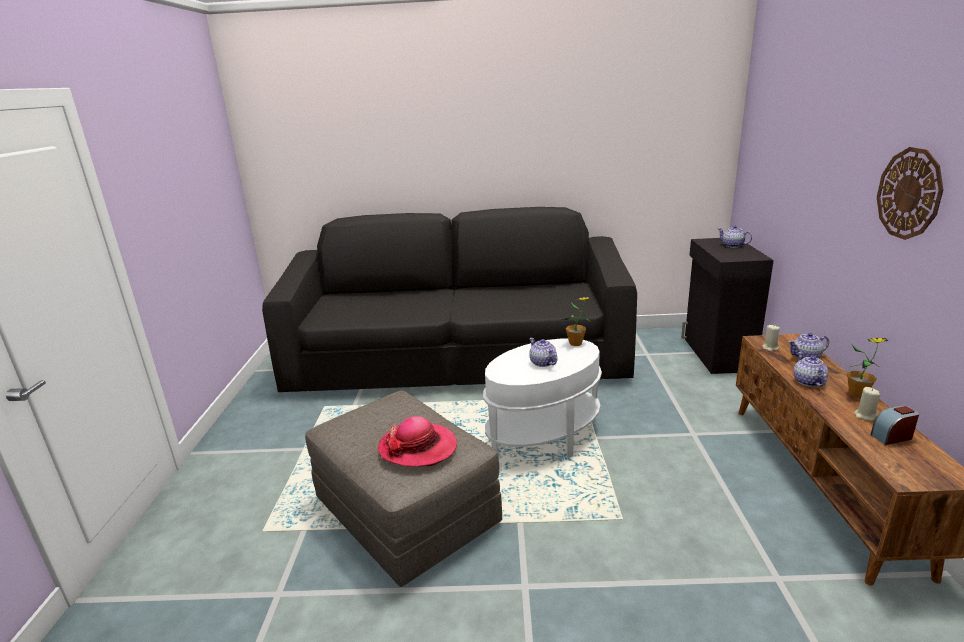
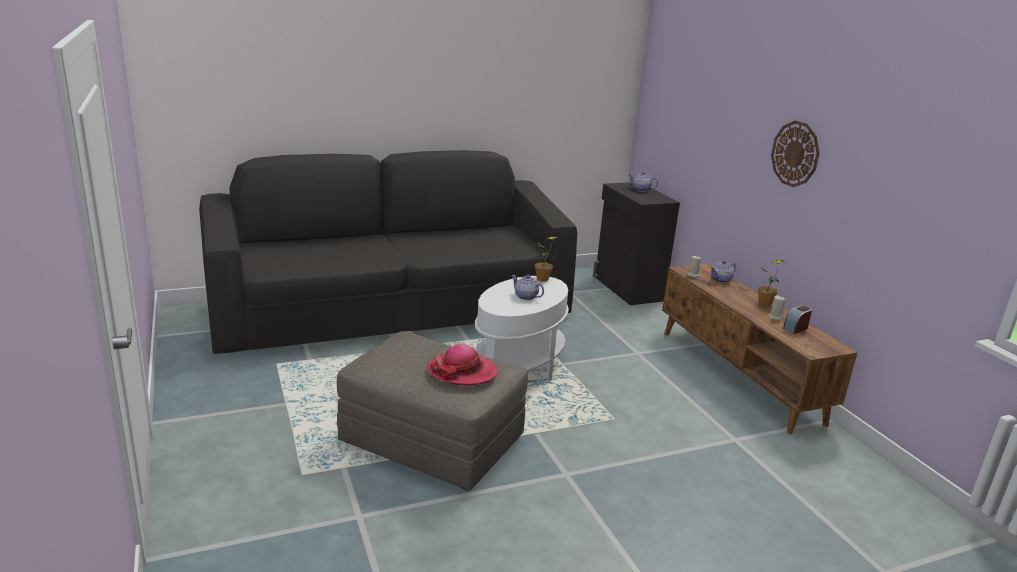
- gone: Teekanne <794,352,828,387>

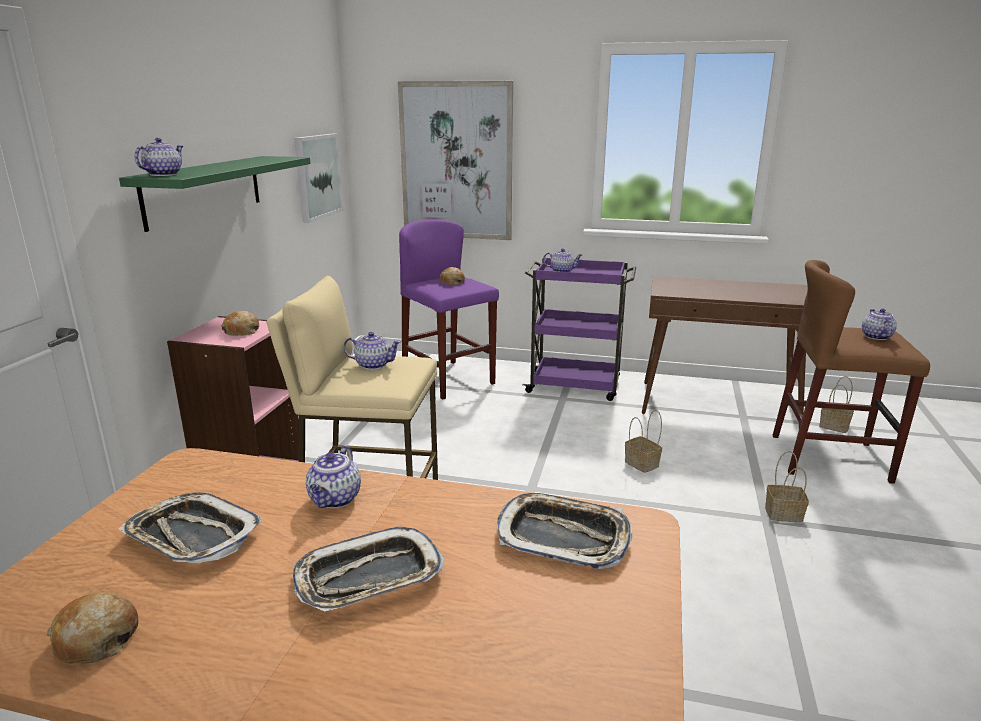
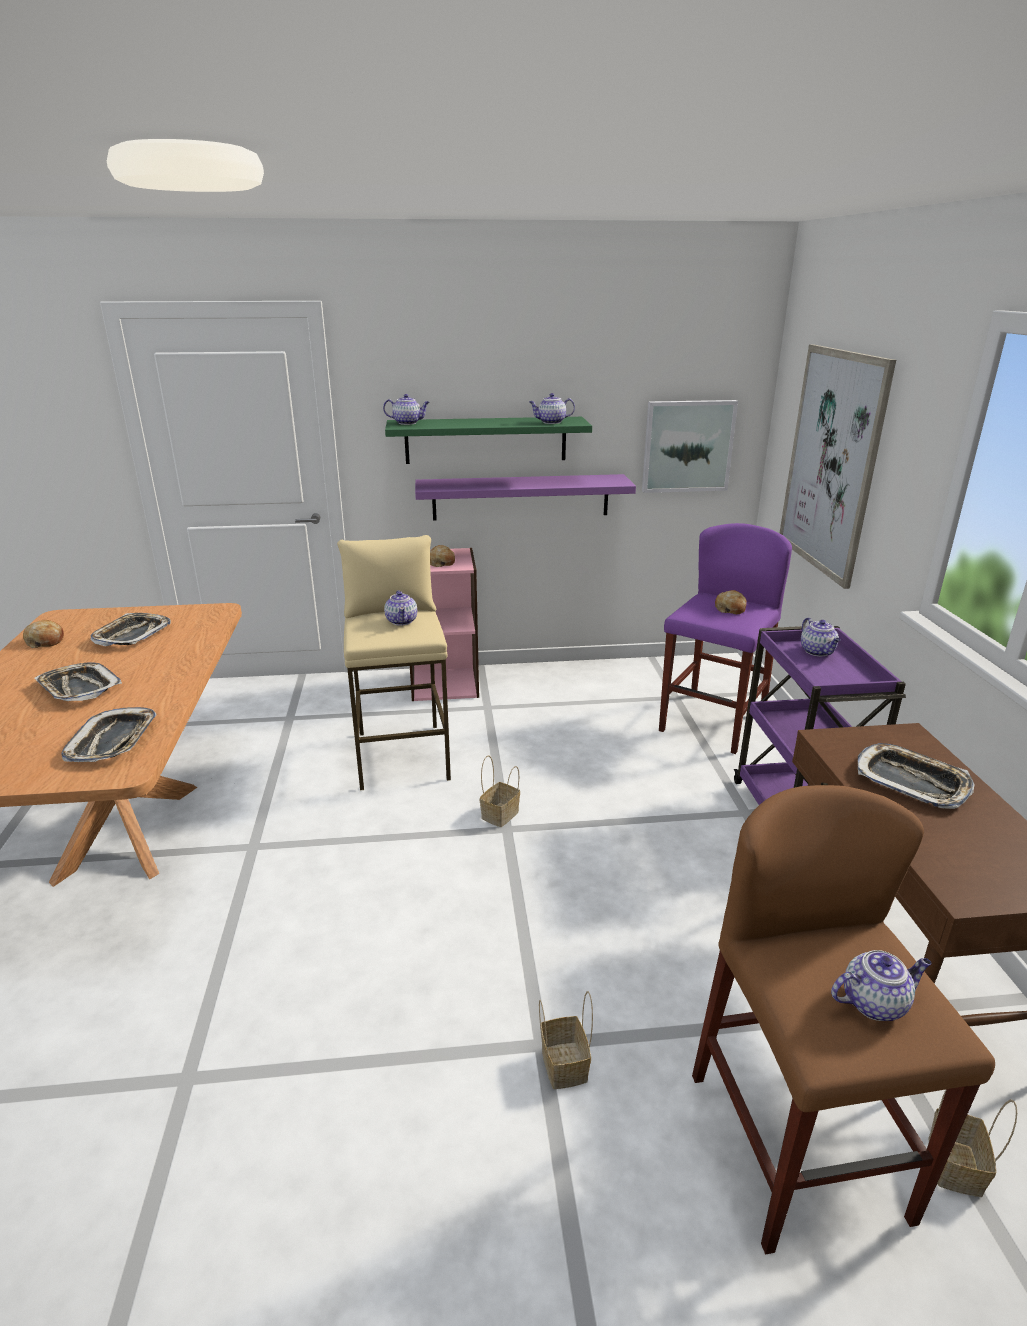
- shifted: Korb <625,410,662,473> to <480,755,520,827>
- shifted: Teekanne <306,445,361,508> to <529,393,575,424>
- new: Wandregal [lila] <415,474,636,520>
- new: Tablett <858,743,975,809>

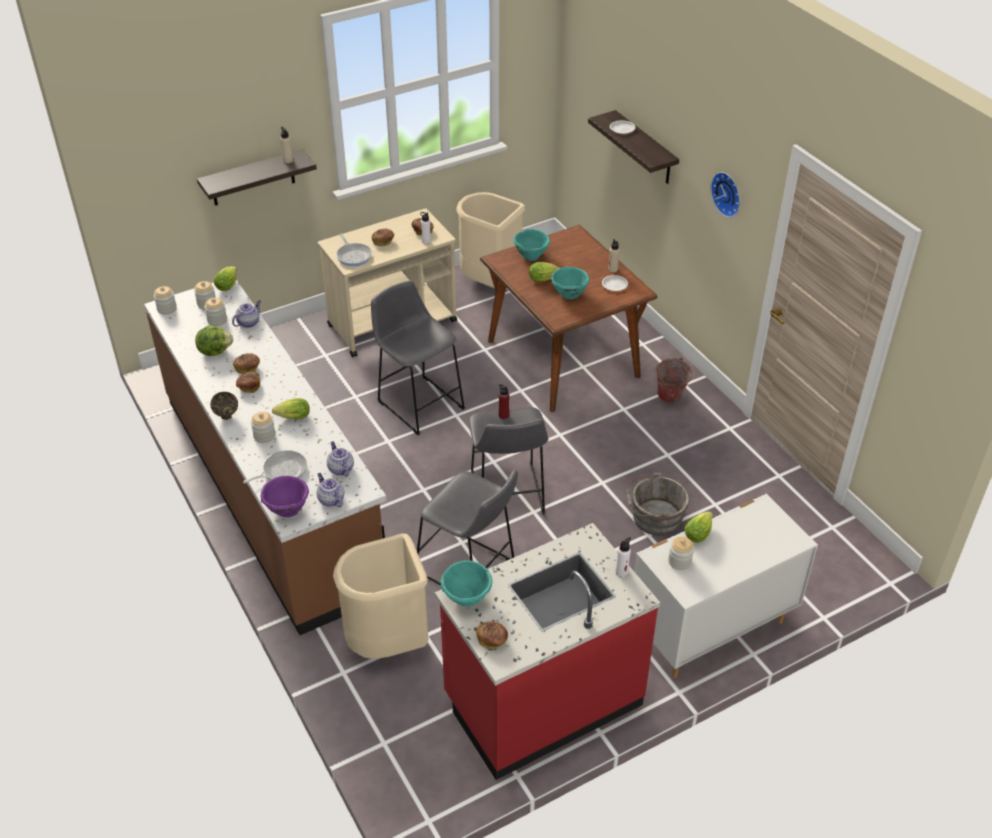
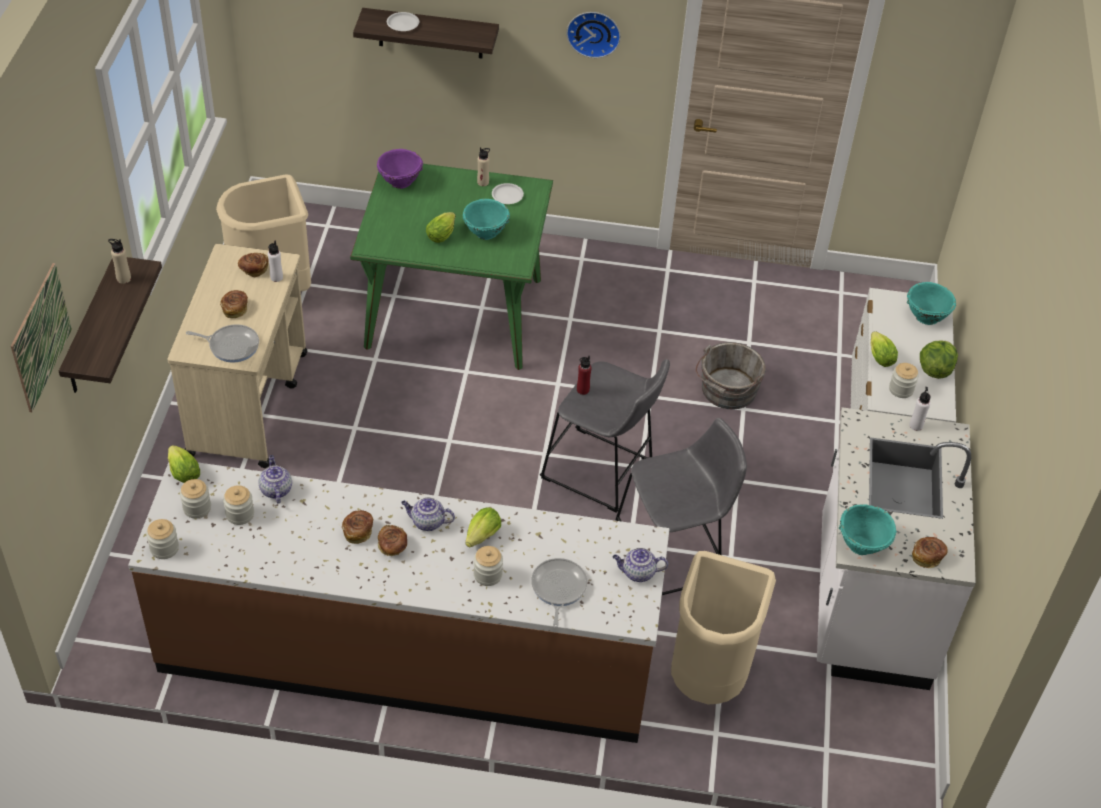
- repainted: Esstisch [braun] <480,225,658,412> to Esstisch [grün] <350,164,553,370>
- shifted: Schüssel [türkis] <513,229,550,261> to <907,282,956,325>
- gone: Hocker [grau] <371,280,465,435>
- shifted: Salatkopf <195,325,233,356> to <920,340,958,379>
- gone: Eimer <654,358,692,403>
- gone: Schüssel [braun] <210,392,238,420>
- shifted: Teekanne <327,442,354,477> to <401,497,455,531>
- shifted: Schüssel [lila] <260,476,309,517> to <377,149,423,189>
- repainted: Küchenzeile [rot] <435,523,660,780> to Küchenzeile [weiß] <817,407,976,690>
- new: Bild <11,263,72,412>

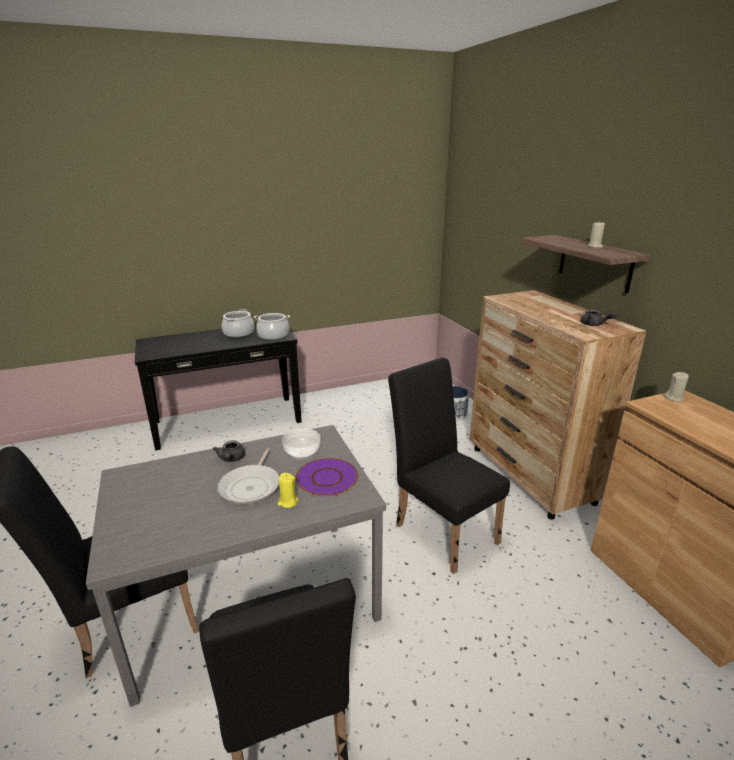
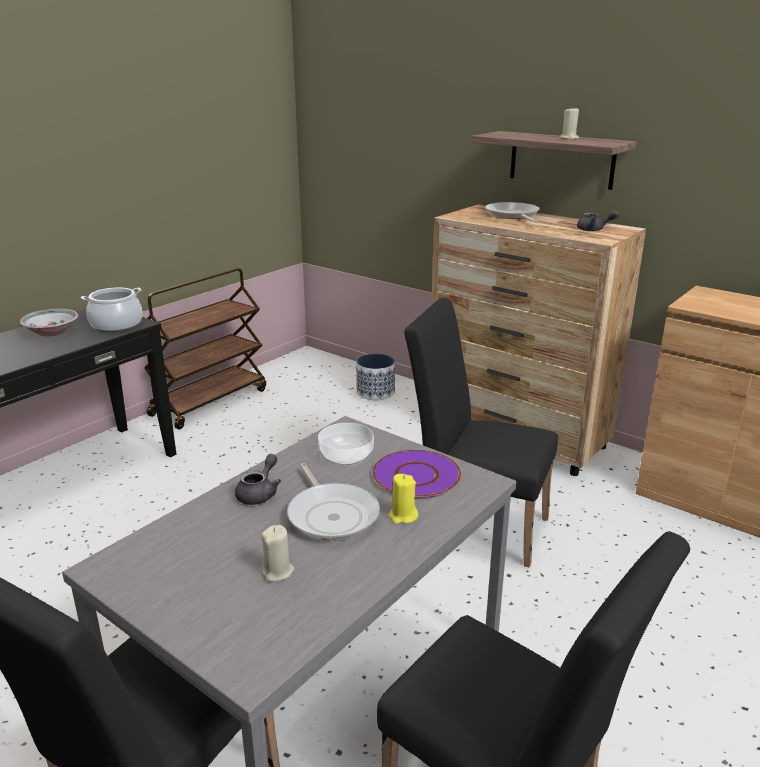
- swapped: Kochtopf <222,309,254,338> to Schüssel <20,309,78,337>
- shifted: Kerze [beige] <664,372,689,402> to <261,525,294,581>
- rotated: Teekanne [grau] <213,440,245,462> = <235,454,281,505> 120 degrees counterclockwise
- new: Pfanne <485,202,540,223>
- new: Rollwagen [braun] <144,268,266,430>

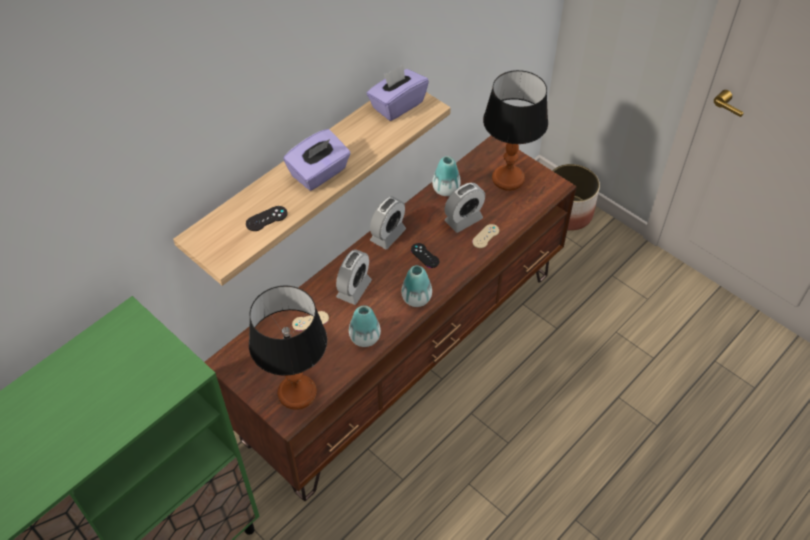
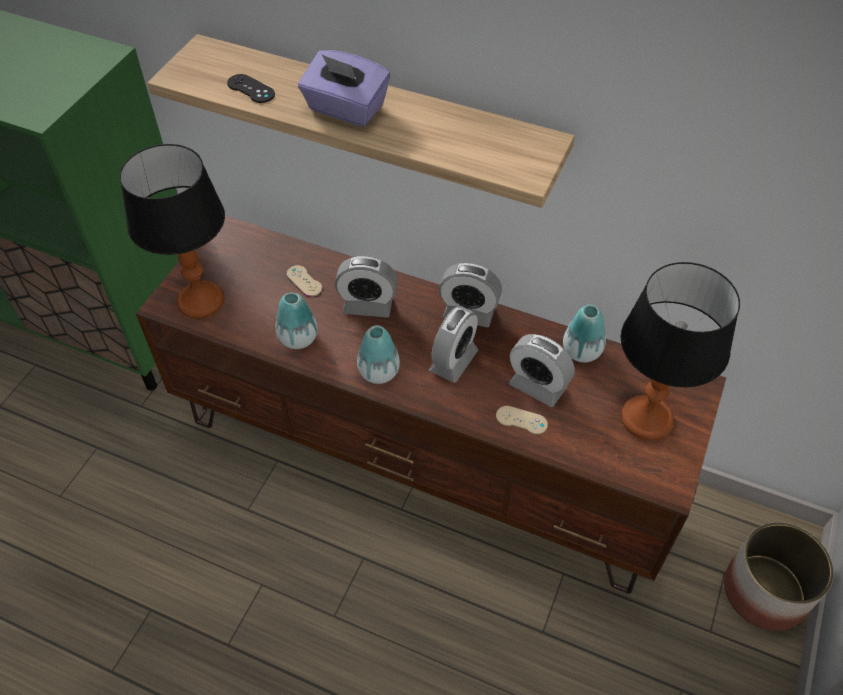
- gone: Taschentuchbox [lila] <367,65,429,121>
- swapped: Gamepad [schwarz] <411,243,439,268> to Wecker <429,306,478,383>

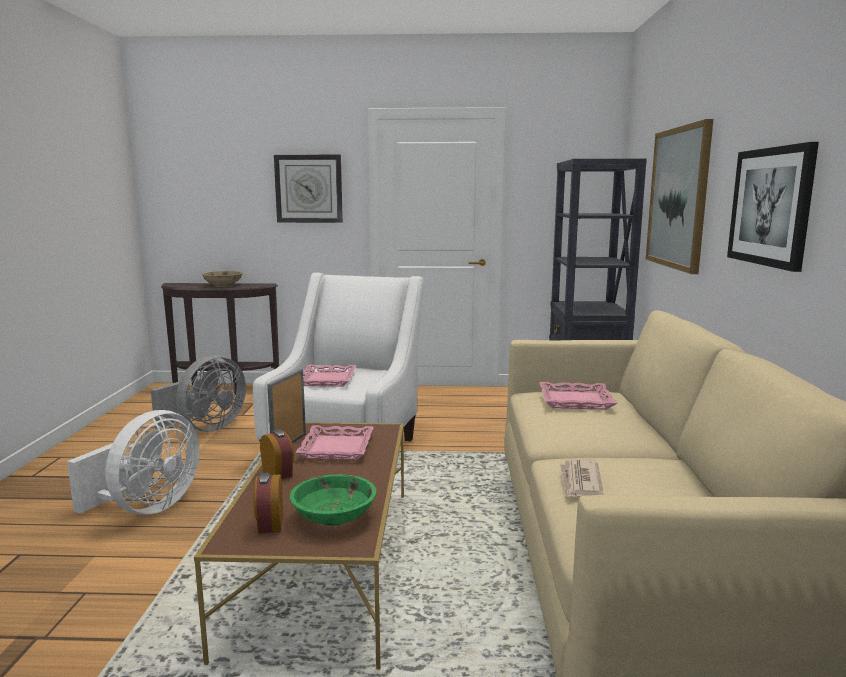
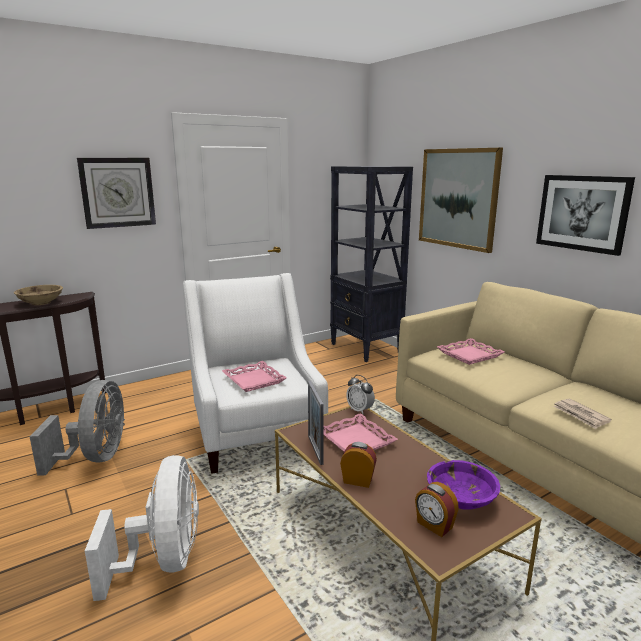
- repainted: Schüssel [grün] <290,474,376,526> to Schüssel [lila] <427,460,500,509>
- new: Wecker <346,375,375,414>

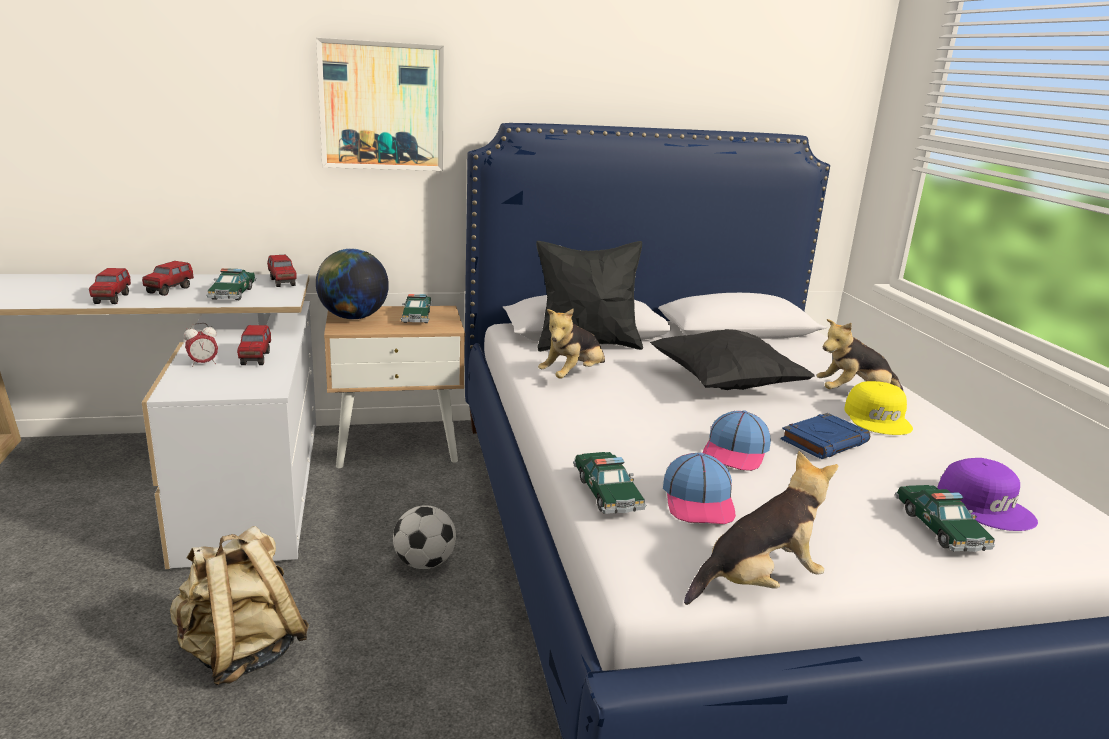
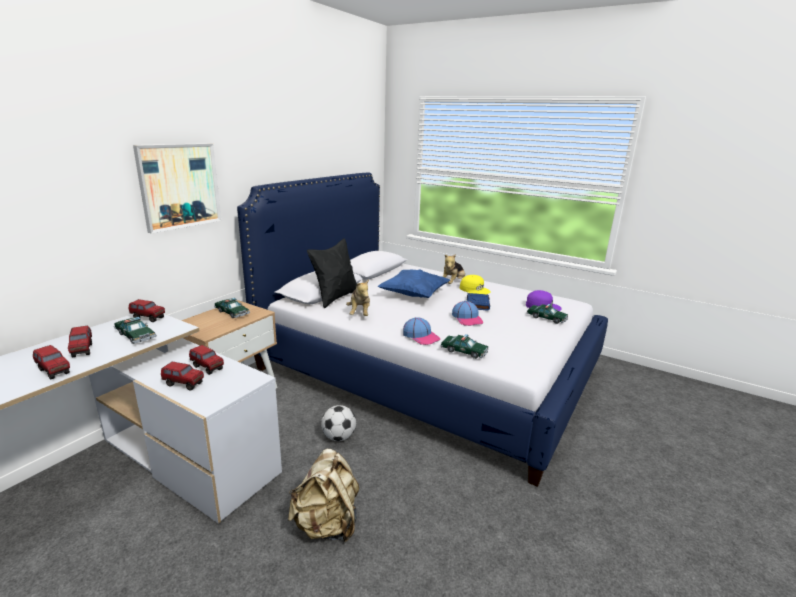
- gone: Globus <316,249,389,319>
- swapped: Wecker <184,323,218,367> to Spielzeuglaster <161,362,204,390>
- repainted: Kissen [schwarz] <650,329,815,390> to Kissen [blau] <378,269,450,298>
- gone: Plüschtier <684,451,838,605>
- shifted: Kappe <663,453,736,524> to <403,317,440,345>

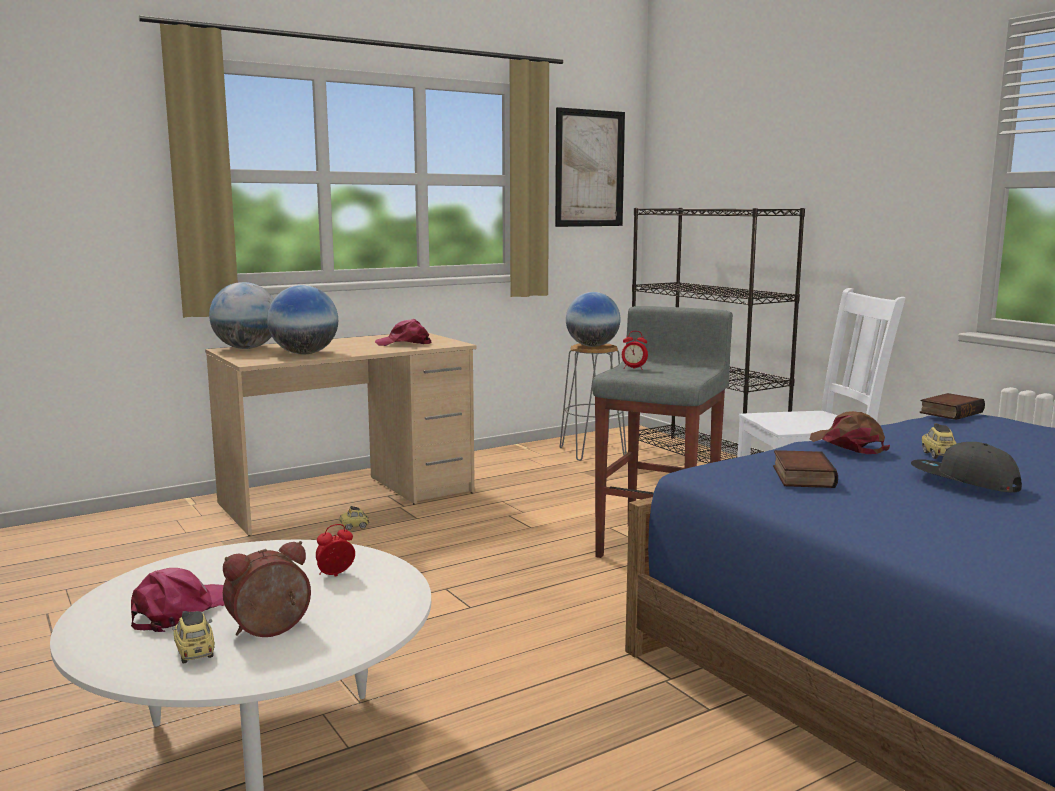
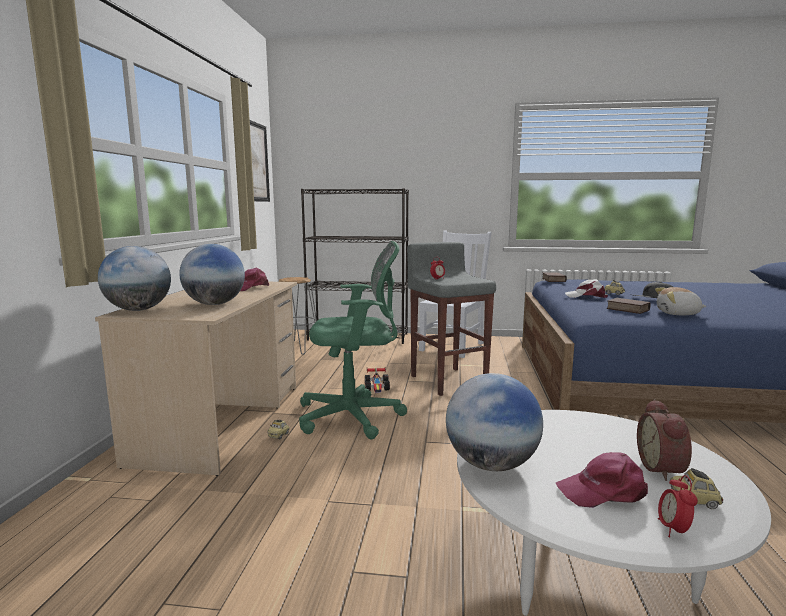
- shifted: Globus <566,292,620,347> to <446,373,543,471>
- repainted: Kappe [braun] <809,411,890,454> to Kappe [weiß] <565,279,608,298>
- shifted: Wecker <316,524,355,577> to <658,475,698,537>
- rotated: Kappe [rosa] <131,568,225,632> = <556,452,648,508> 75 degrees counterclockwise
- new: Bürostuhl [grün] <299,241,407,439>
- new: Plüschtier <655,287,706,315>
- new: Spielzeugauto <365,368,390,393>

